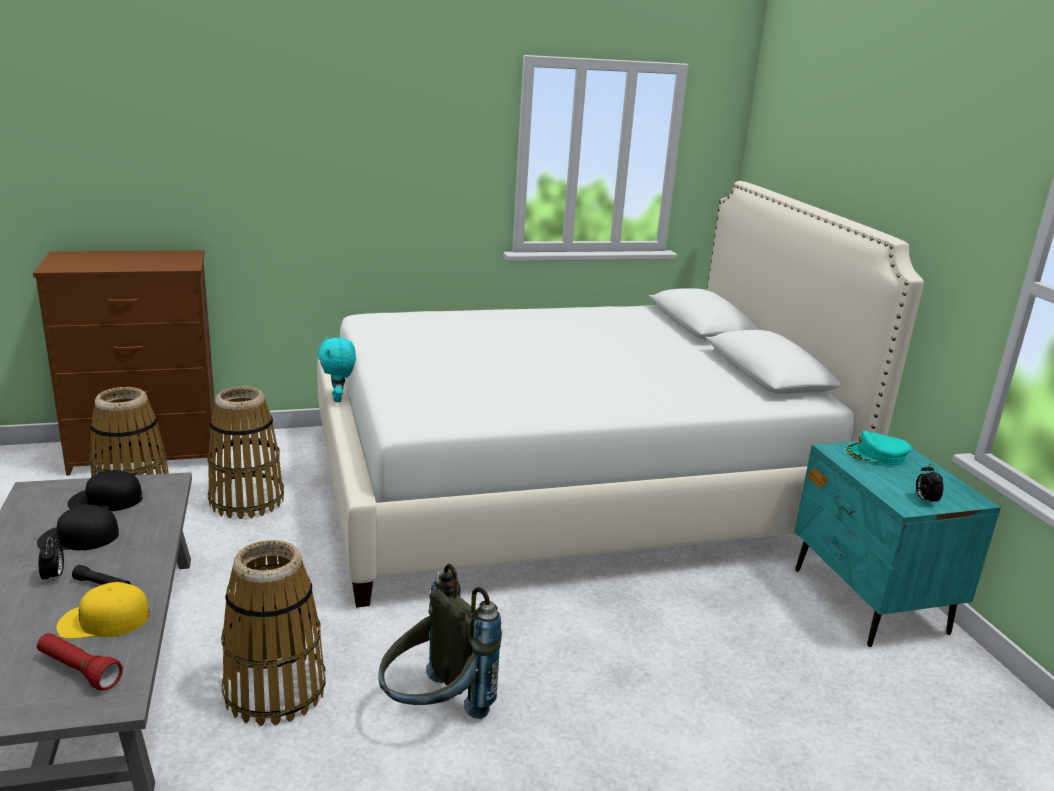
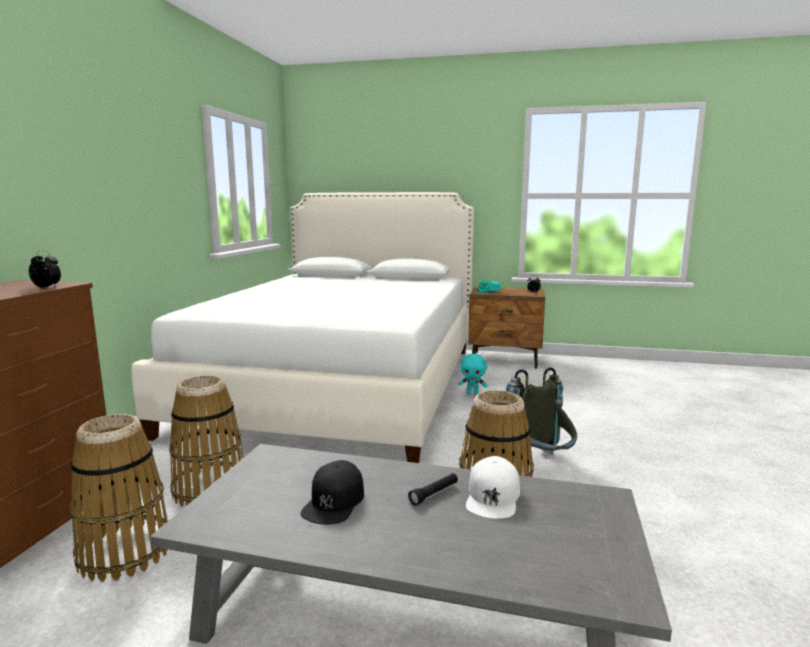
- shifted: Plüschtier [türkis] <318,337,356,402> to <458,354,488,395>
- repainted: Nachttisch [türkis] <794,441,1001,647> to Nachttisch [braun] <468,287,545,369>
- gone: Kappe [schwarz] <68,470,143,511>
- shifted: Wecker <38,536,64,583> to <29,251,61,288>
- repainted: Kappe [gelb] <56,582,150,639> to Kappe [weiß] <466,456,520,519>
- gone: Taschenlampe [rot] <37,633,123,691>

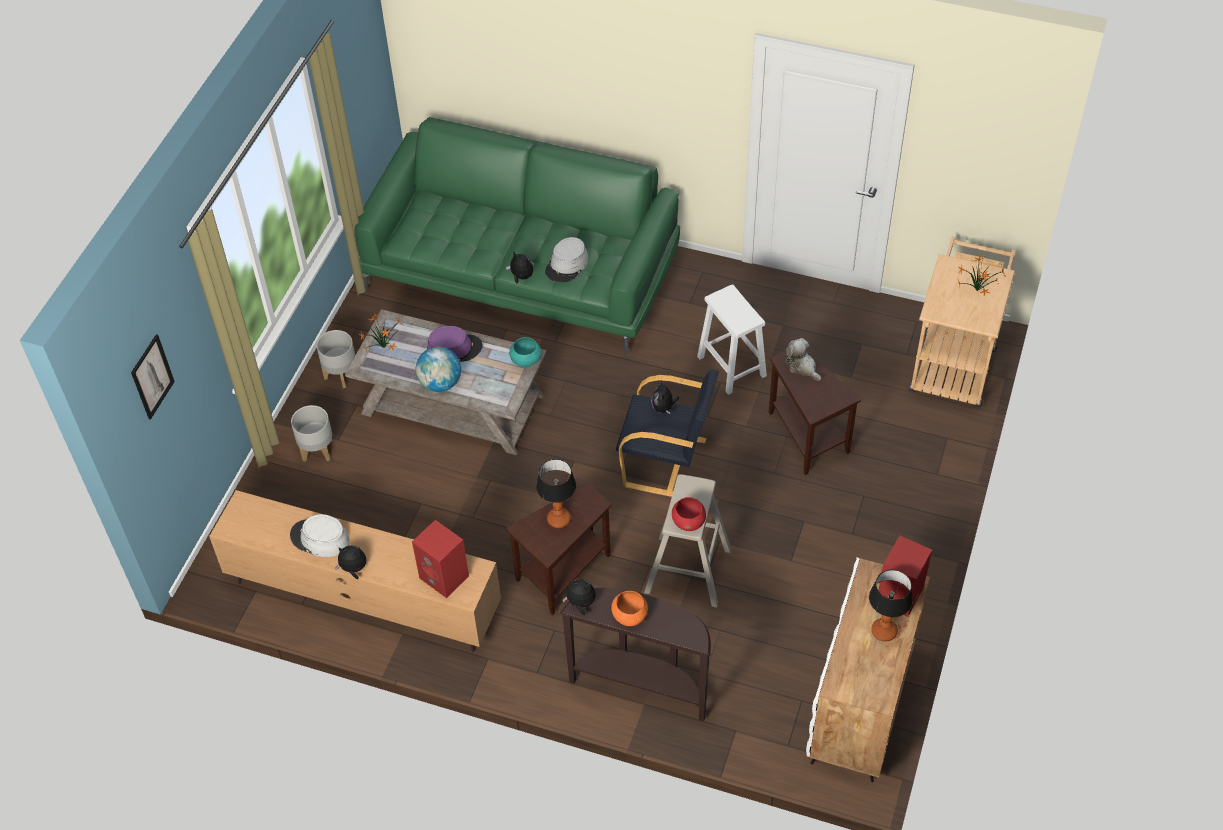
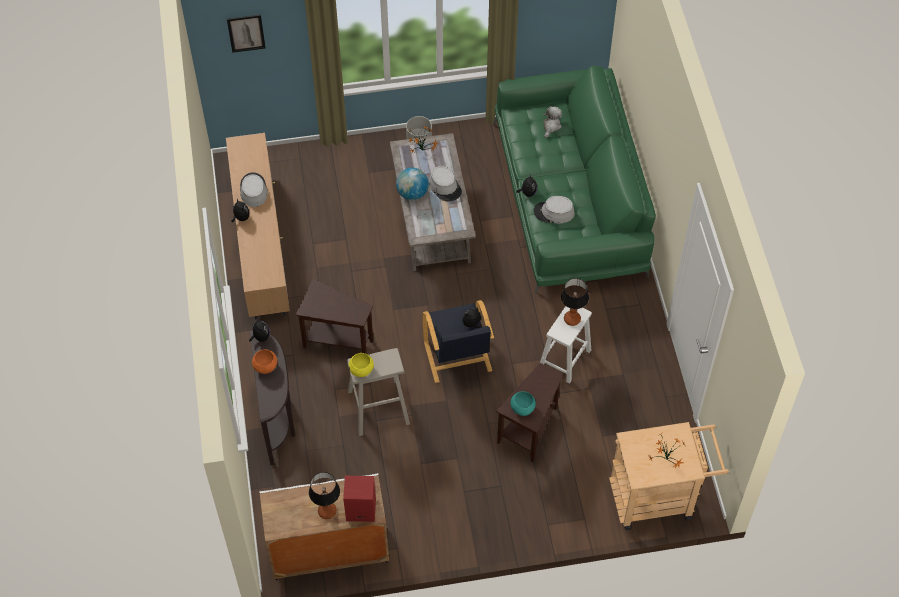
- repainted: Hut [lila] <427,326,483,362> to Hut [grau] <429,166,462,201>
- shifted: Schüssel [türkis] <509,337,541,367> to <511,391,536,416>
- shifted: Plüschtier <786,338,821,381> to <543,106,562,138>
- gone: Pflanzkübel [grau] <291,405,332,462>
- shifted: Tischlampe <536,459,576,528> to <561,278,589,326>
- repainted: Schüssel [rot] <672,497,706,531> to Schüssel [gelb] <349,353,374,377>
- gone: Lautsprecher [rot] <412,520,469,598>

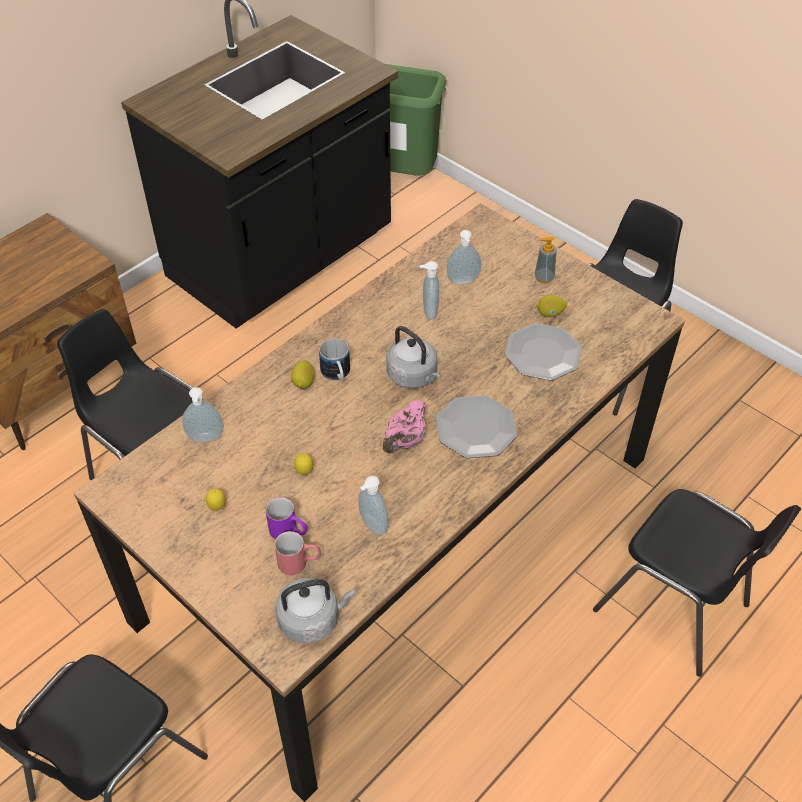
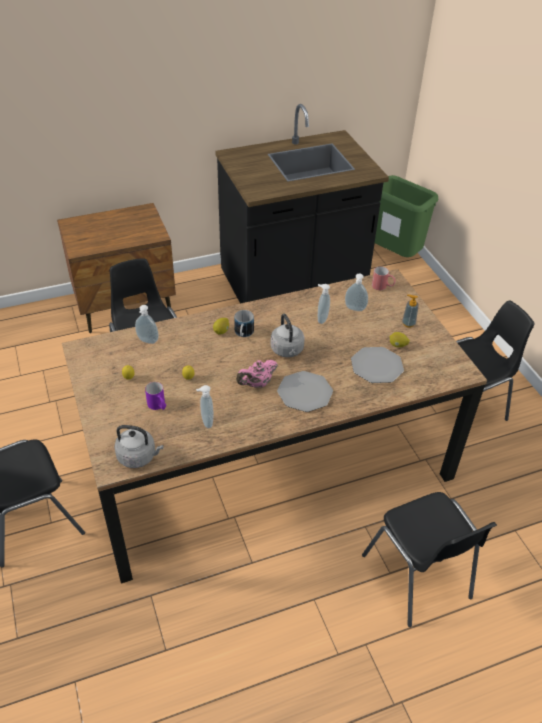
- shifted: Henkelbecher [rot] <274,531,321,575> to <372,266,396,290>

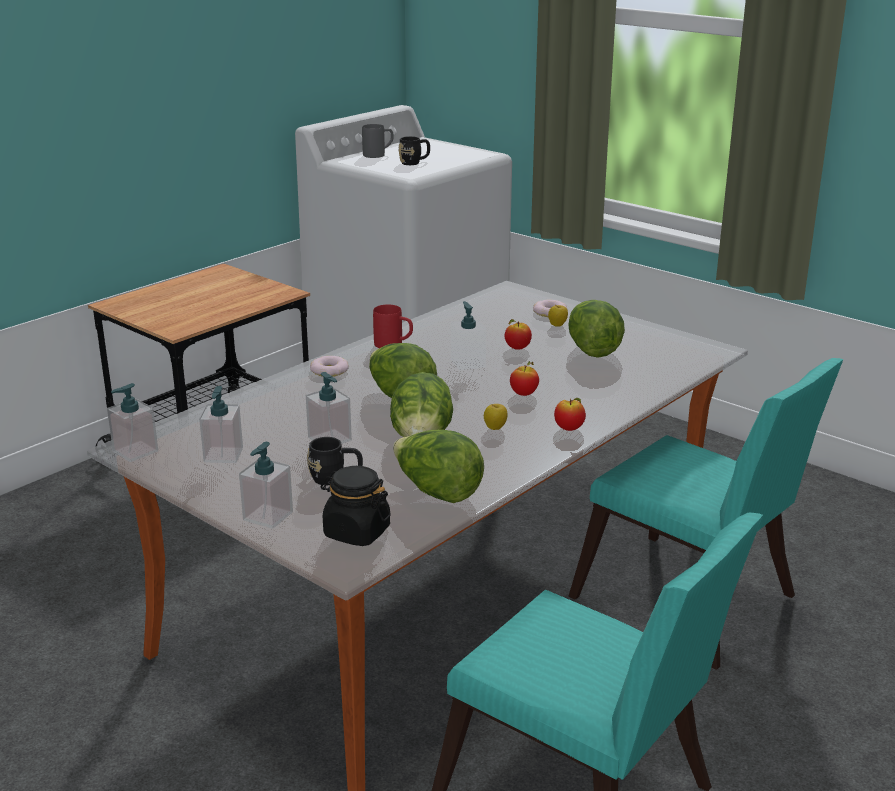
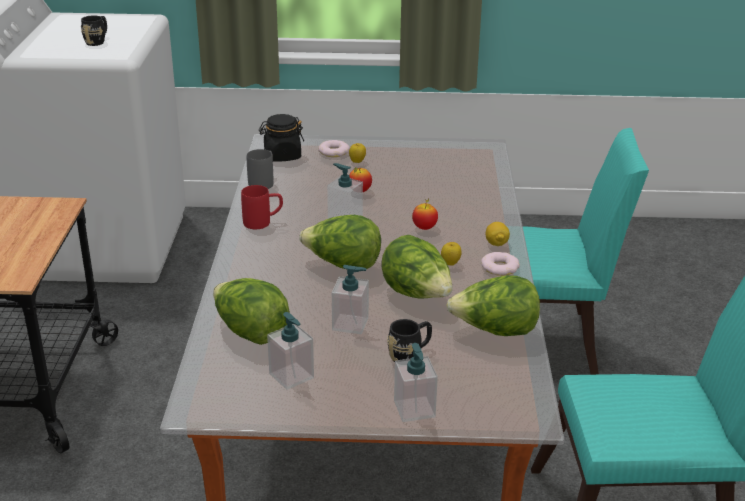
- shifted: Henkelbecher [grau] <362,124,394,158> to <247,149,273,189>
- shifted: Salatkopf <568,300,625,358> to <213,278,290,345>
- shifted: Donut <310,356,349,377> to <481,252,520,276>
- gone: Seifenspender <107,383,158,462>
- swapped: Apfel <554,398,586,431> to Zitrone <486,222,510,246>
- shifted: Vorratsglas [schwarz] <321,466,391,546> to <259,114,304,162>

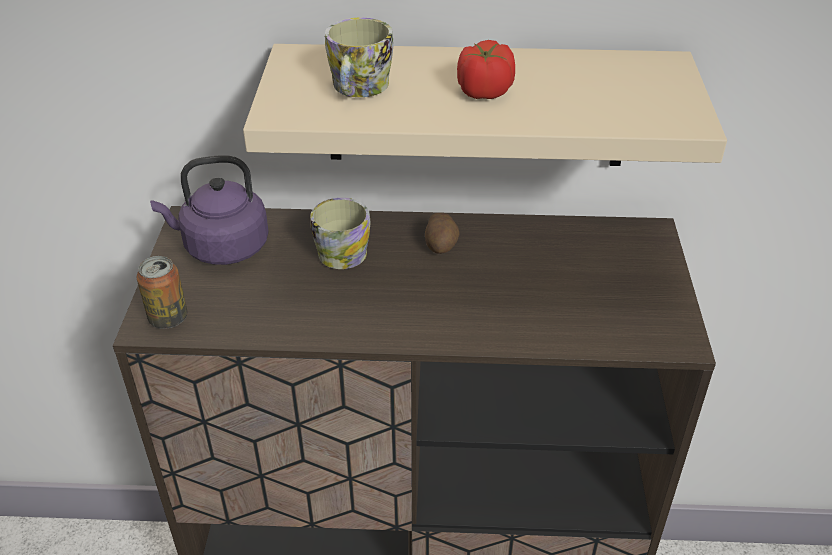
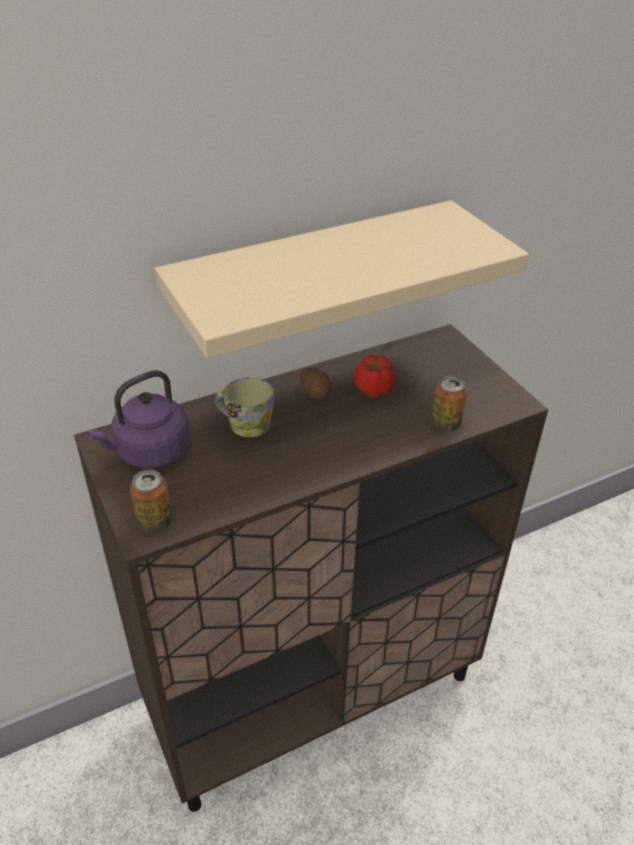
- gone: Henkelbecher <325,18,394,97>
- shifted: Tomate <457,40,515,99> to <354,355,395,397>
- new: Dose <431,376,467,432>

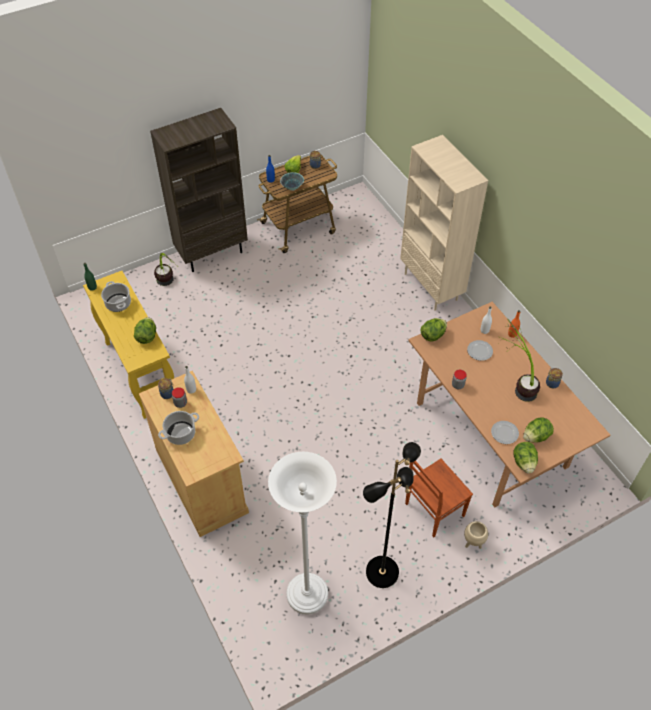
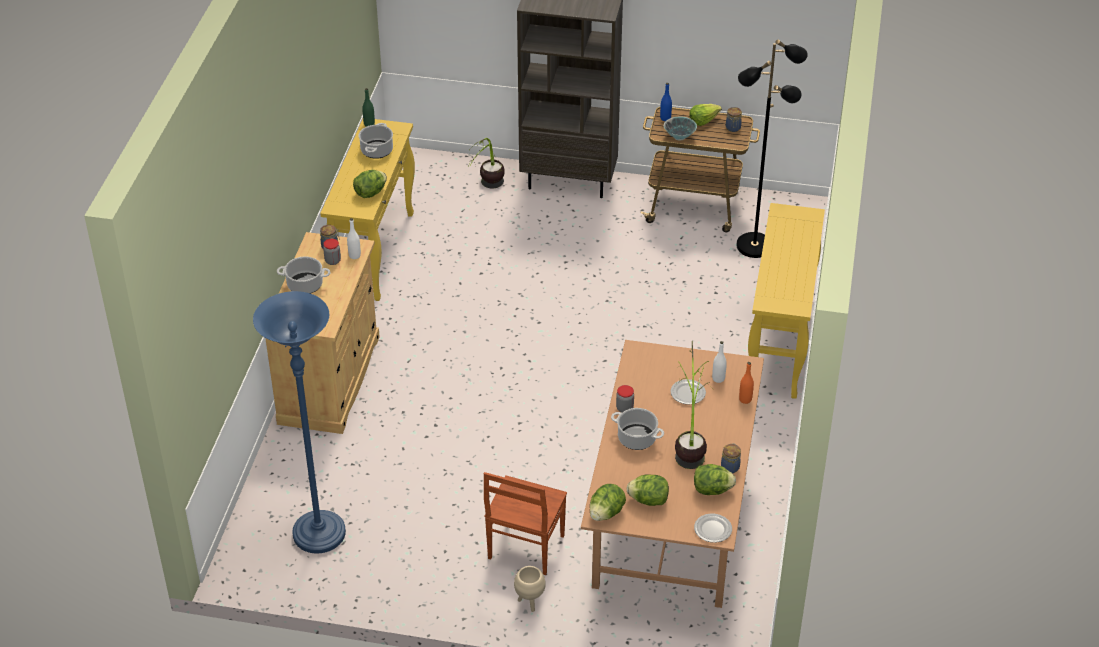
- swapped: Bücherregal [beige] <400,135,488,311> to Konsolentisch [gelb] <748,203,825,399>
- shifted: Salatkopf <421,318,447,342> to <694,464,736,495>
- shifted: Teller <491,421,519,444> to <694,513,732,543>
- shifted: Stehlampe [schwarz] <363,442,421,588> to <737,40,808,258>
- repainted: Stehlampe [weiß] <268,452,337,615> to Stehlampe [blau] <253,291,346,553>
- rotated: Stuhl [braun] <405,459,473,537> = <484,472,567,575> 75 degrees counterclockwise
- new: Kochtopf <611,408,664,450>

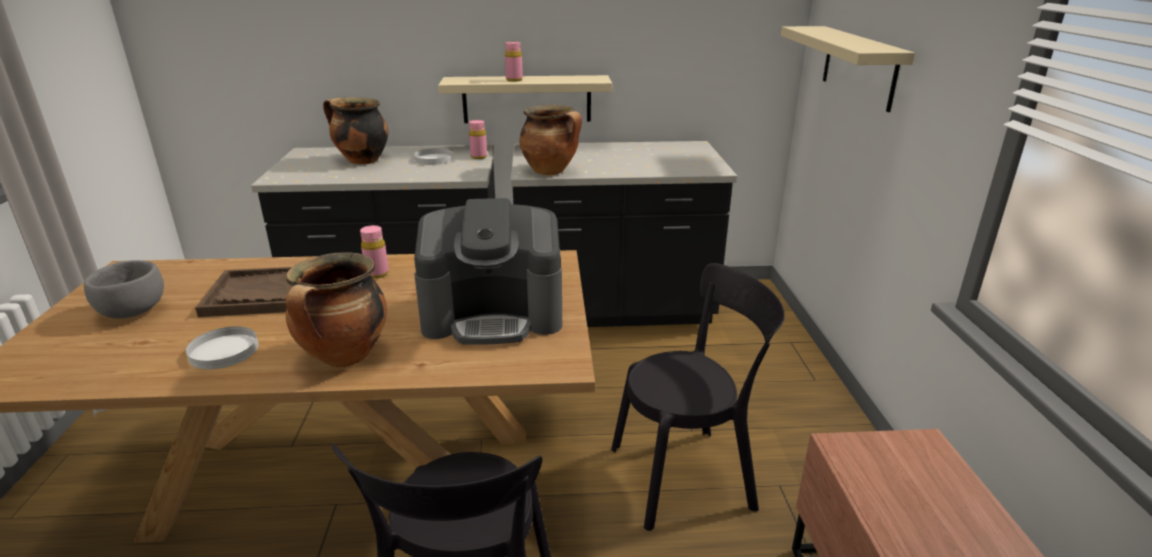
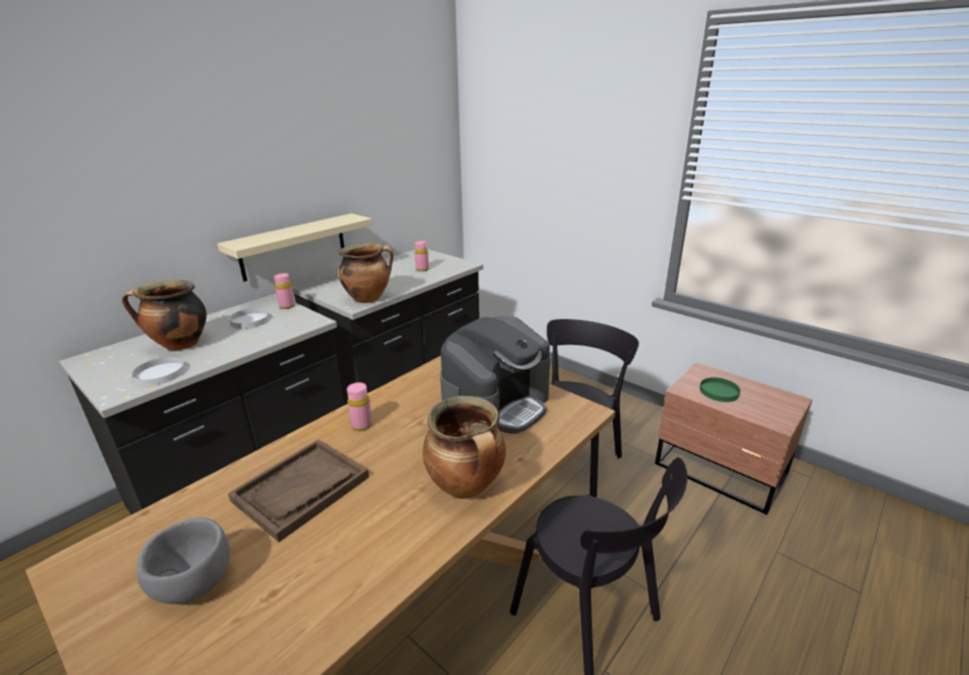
- gone: Wandregal [beige] <781,26,915,112>
- shifted: Flasche [rosa] <505,42,523,82> to <415,241,429,271>
- shifted: Teller [weiß] <186,326,259,369> to <132,357,185,386>
- new: Teller [grün] <700,377,740,402>

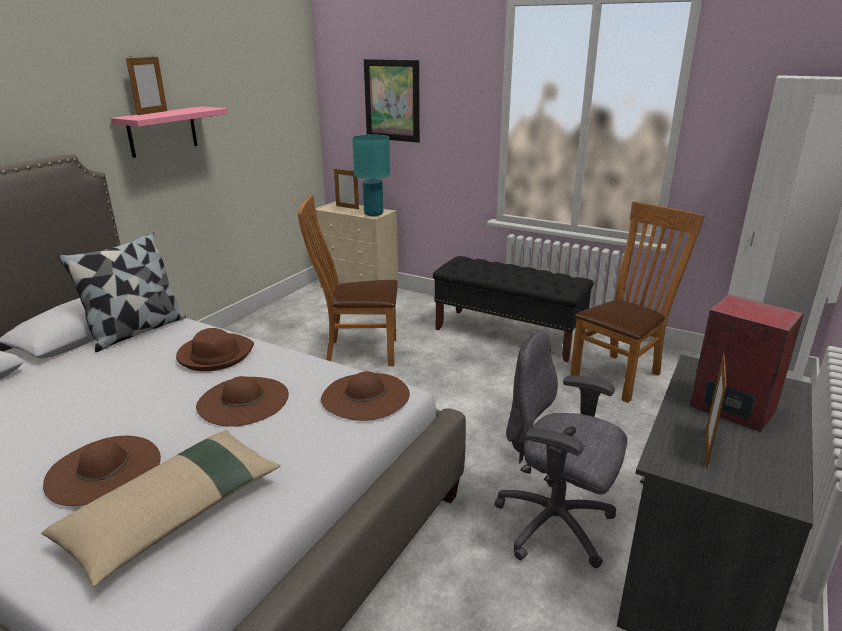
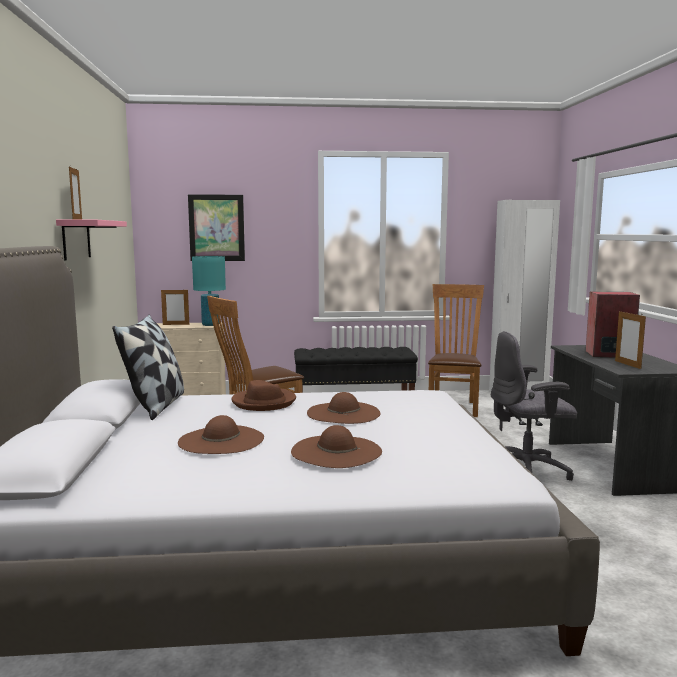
- shifted: Hut [braun] <321,371,410,421> to <178,415,264,454>
- gone: Kissen [beige] <41,430,280,587>

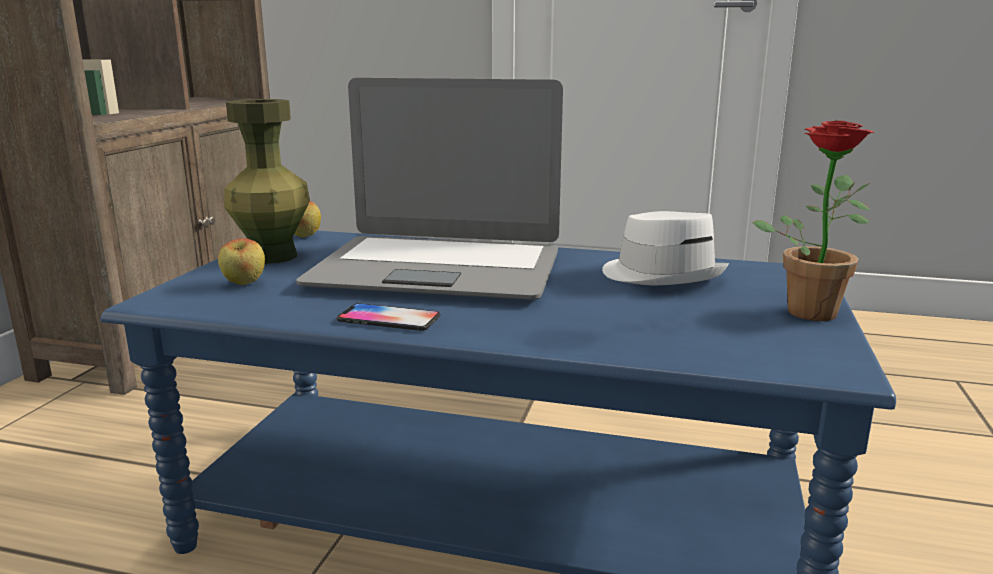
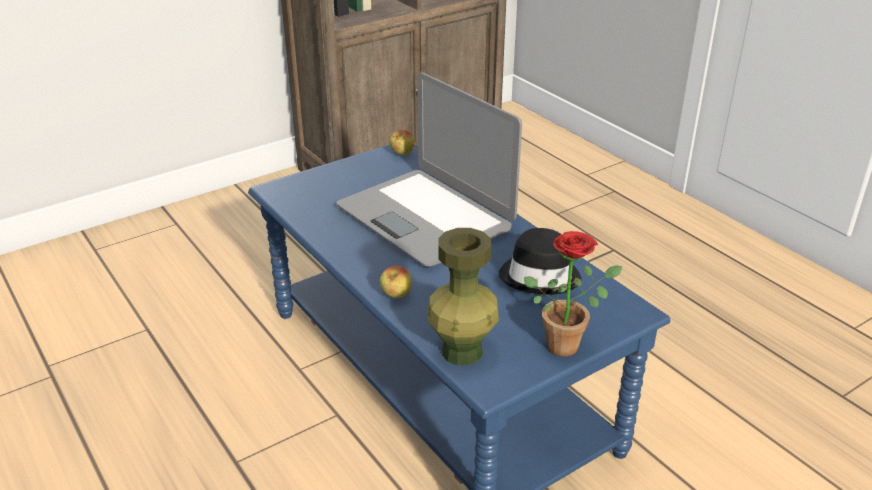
- shifted: Vase [grün] <224,99,310,264> to <428,228,499,365>
- repainted: Hut [weiß] <602,211,729,285> to Hut [schwarz] <498,228,582,295>
- shifted: Apfel <218,238,265,285> to <380,266,412,298>
- gone: Handy <336,303,441,331>

